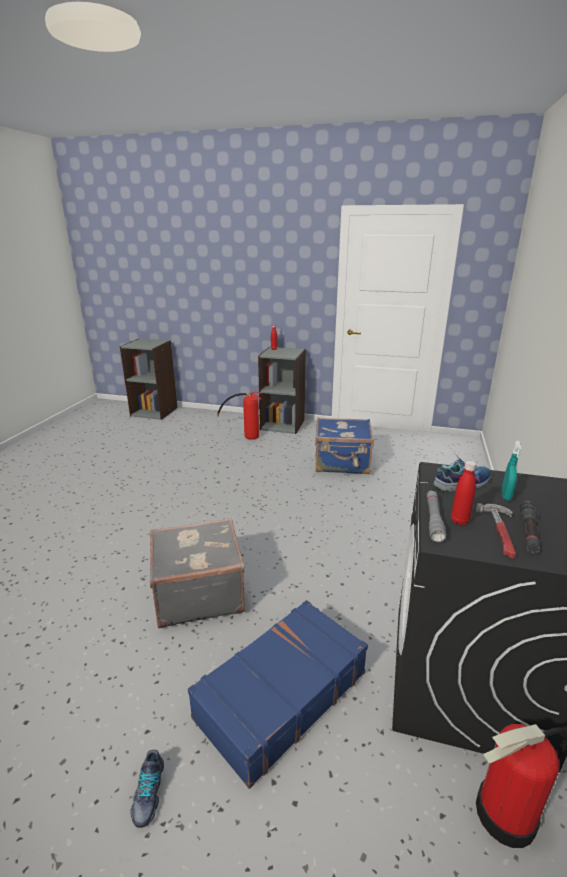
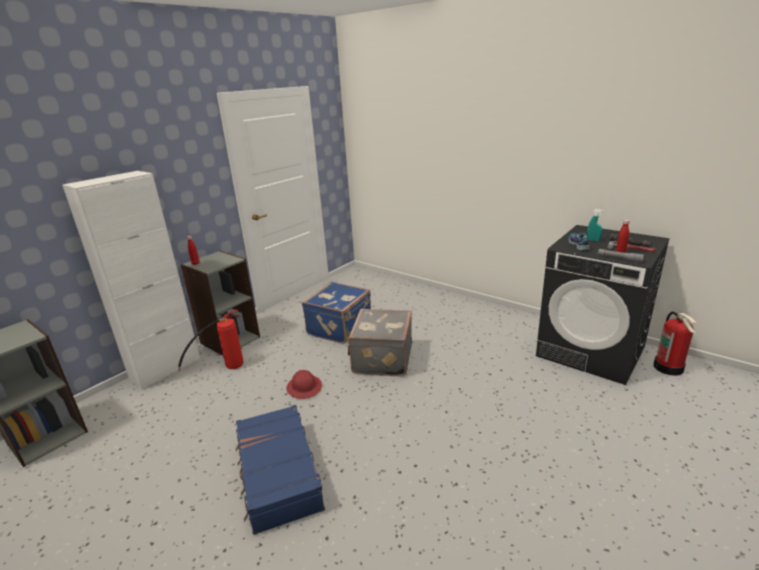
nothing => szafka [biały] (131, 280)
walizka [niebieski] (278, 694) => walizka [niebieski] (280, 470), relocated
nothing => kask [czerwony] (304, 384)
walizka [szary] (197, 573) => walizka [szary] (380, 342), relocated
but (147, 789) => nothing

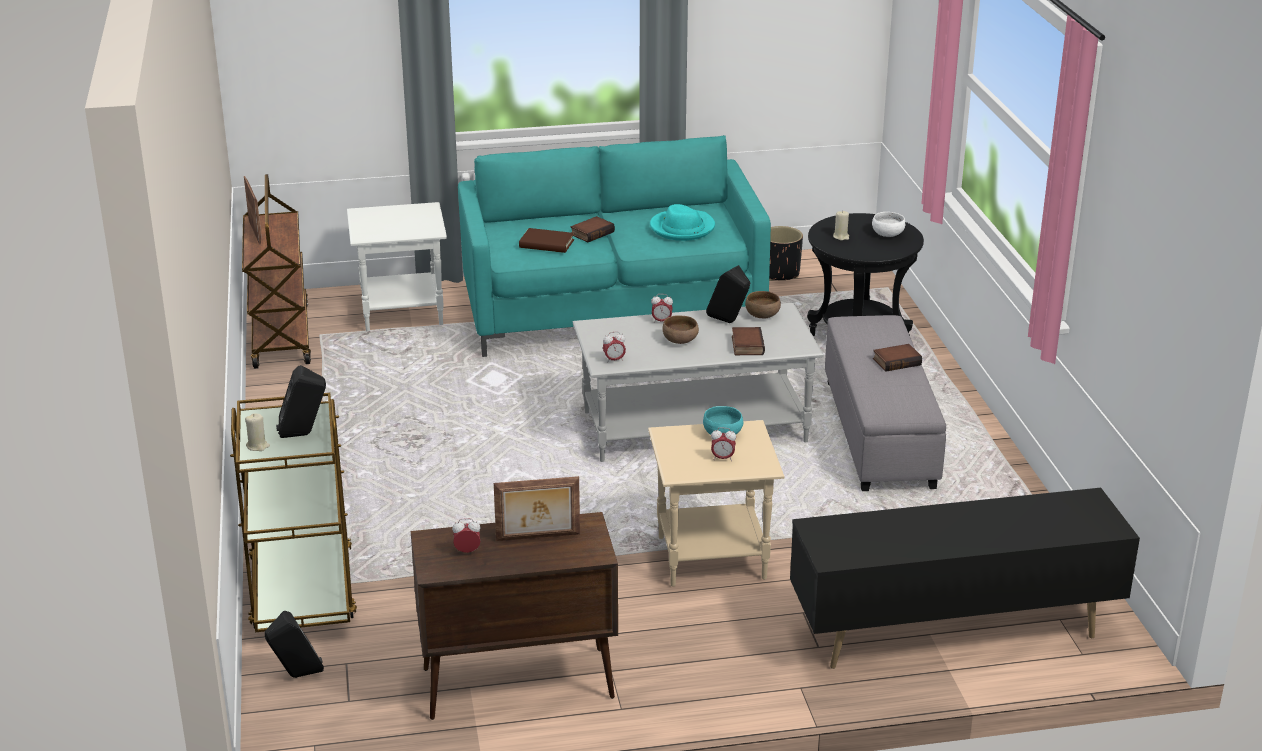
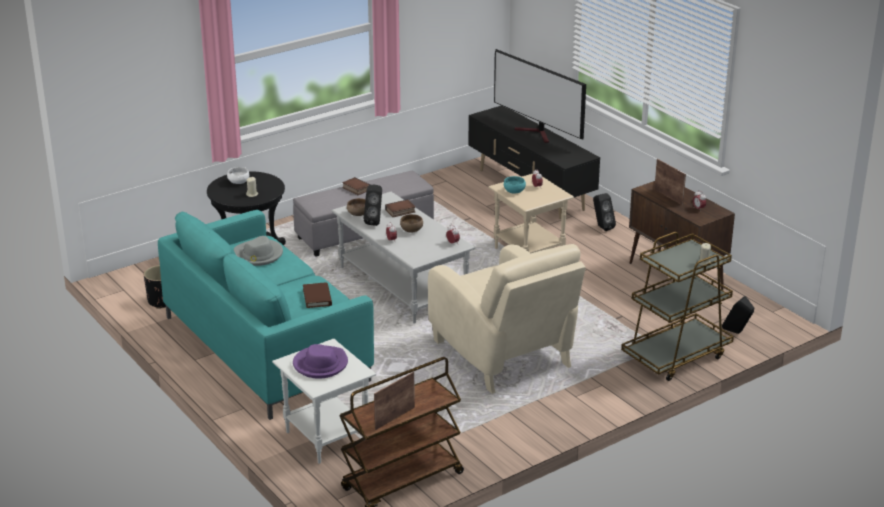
kapelusz [turkusowy] (682, 222) => kapelusz [szary] (258, 251)
nothing => kapelusz [fioletowy] (320, 361)
nothing => fotel [beżowy] (507, 319)
nothing => telewizor (540, 96)
głośnik [czarny] (301, 401) => głośnik [czarny] (604, 212), relocated
książka (592, 229) => nothing

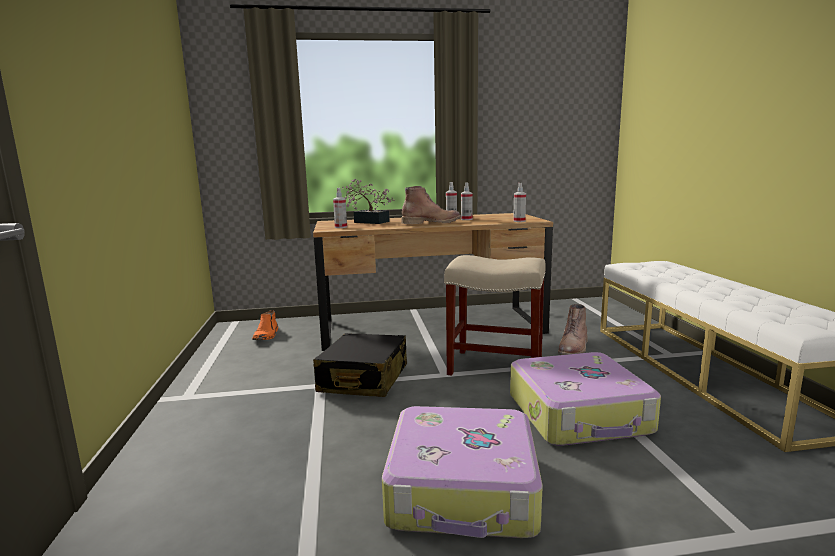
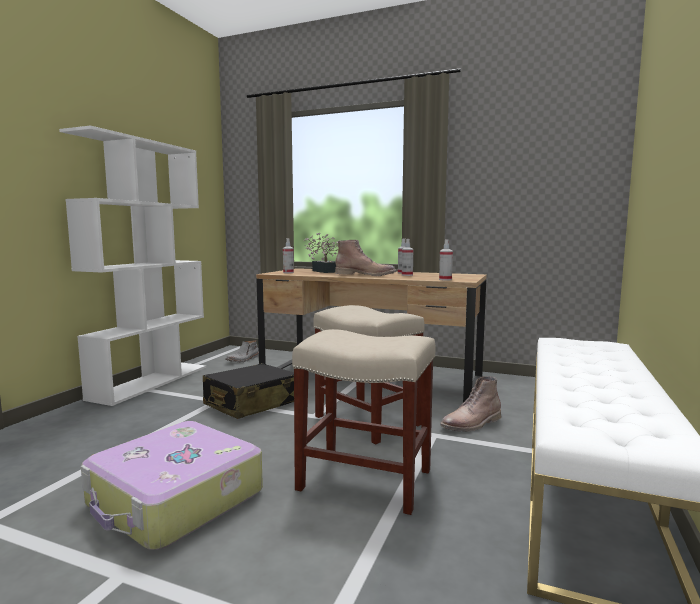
nothing => regał [biały] (132, 265)
but z cholewką [pomarańczowy] (265, 325) => but z cholewką [szary] (242, 351)
walizka (585, 399) => stołek [beżowy] (364, 422)

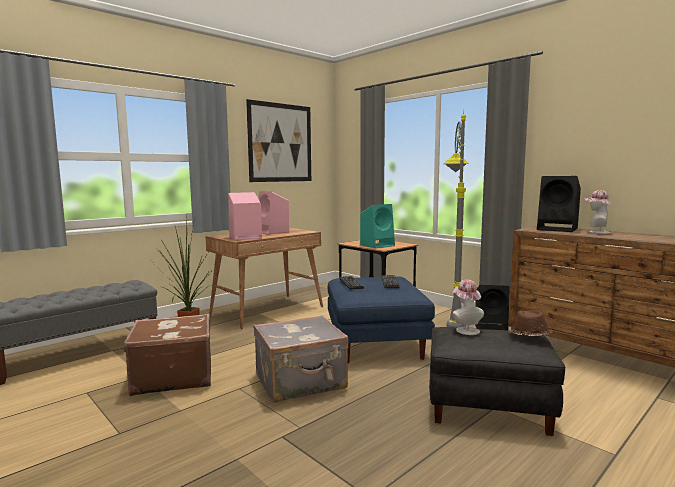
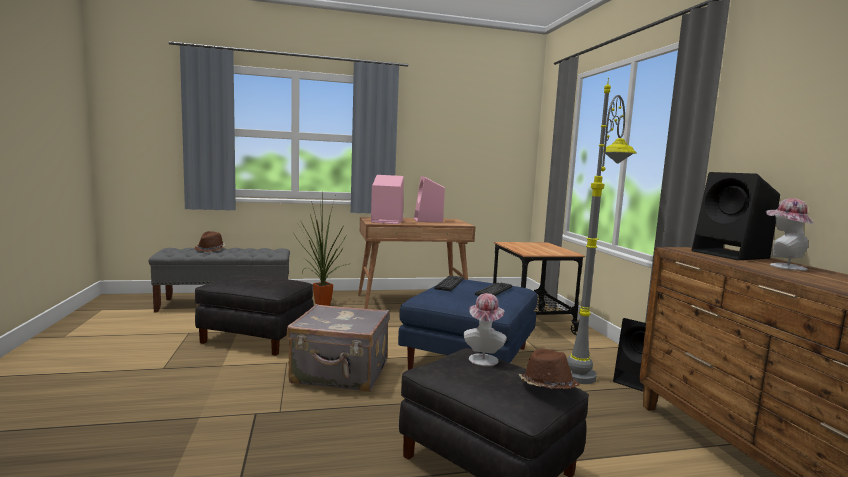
nothing => kapelusz [brązowy] (210, 241)
walizka [brązowy] (167, 355) => pufa [czarny] (254, 315)
obraz (278, 140) => nothing
głośnik [turkusowy] (377, 226) => nothing

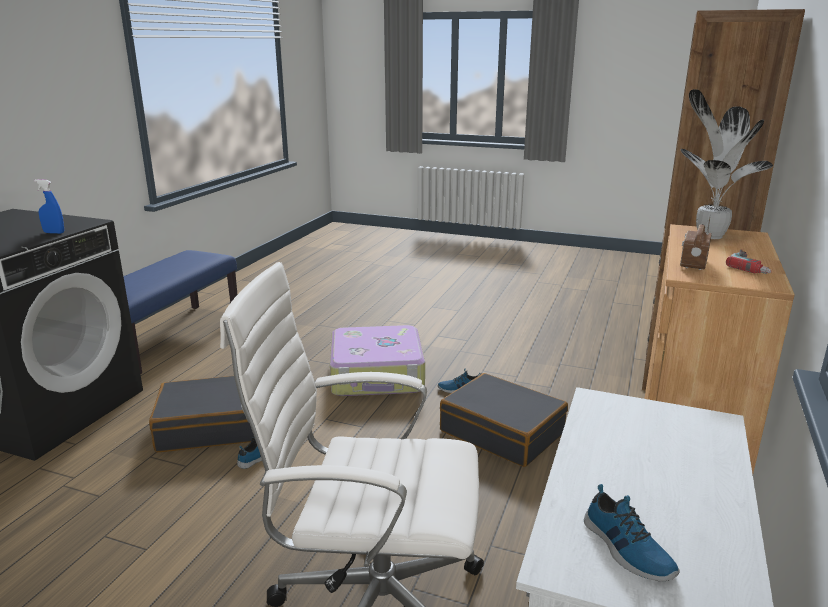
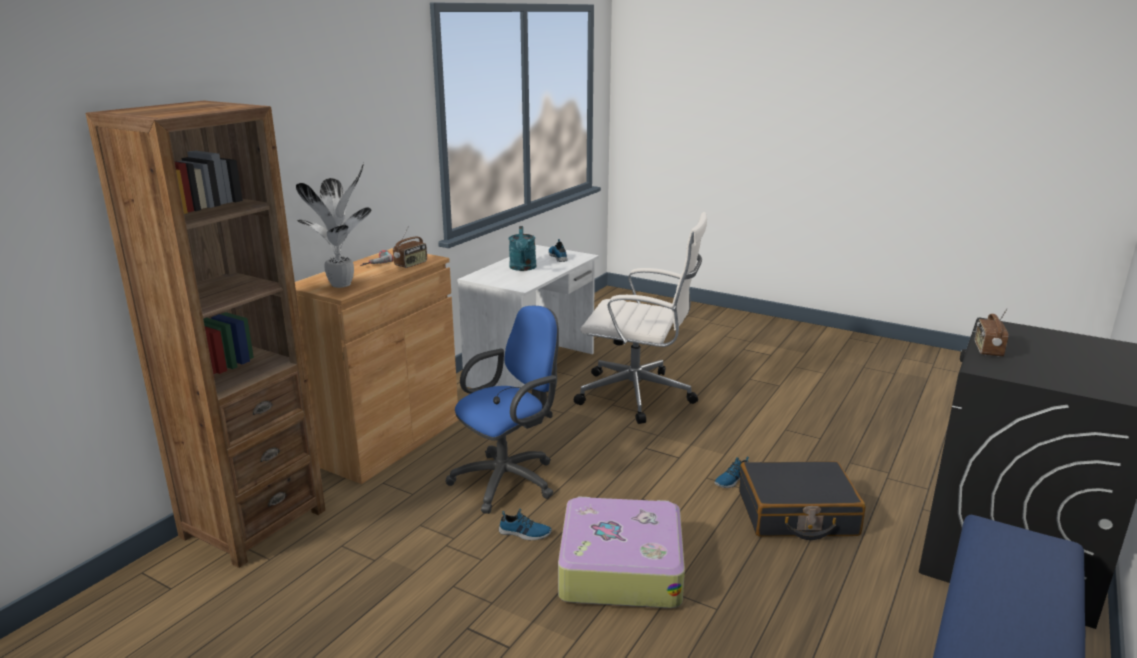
walizka [czarny] (504, 420) => krzesło biurowe [niebieski] (502, 410)
nothing => konewka [turkusowy] (522, 248)
spryskiwacz [niebieski] (49, 206) => radio (991, 332)

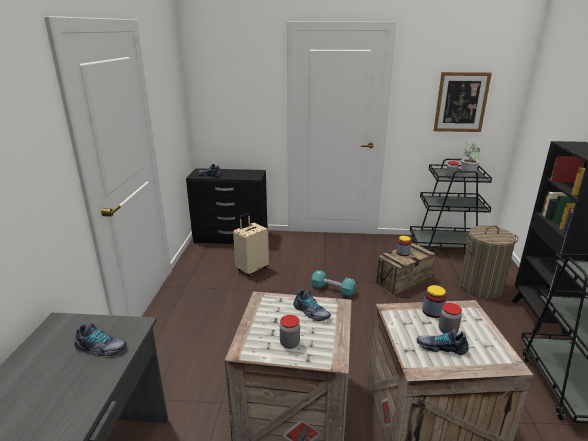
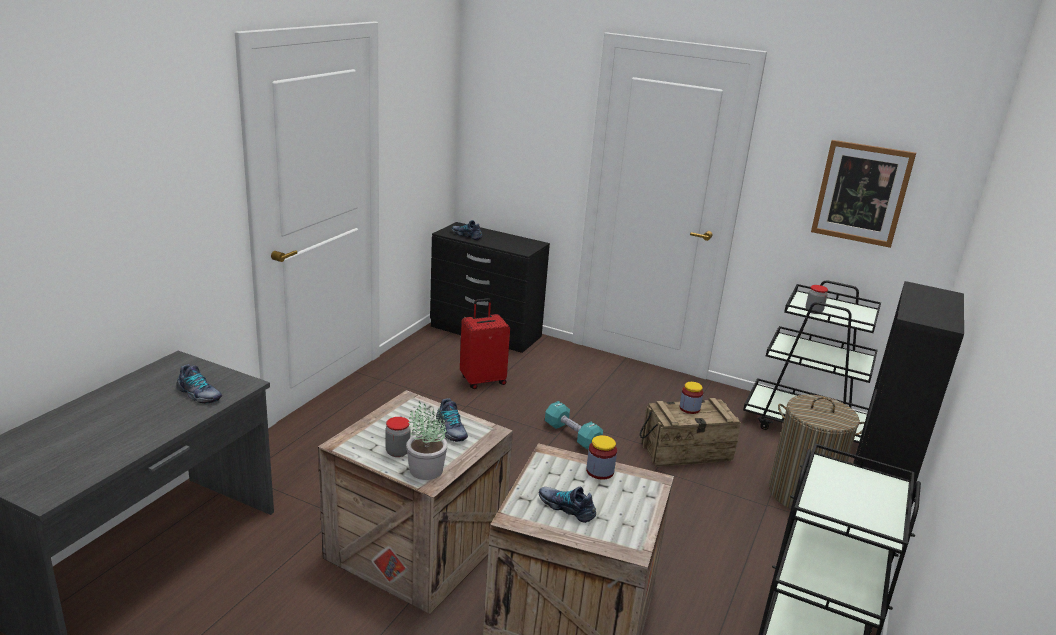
roślina doniczkowa (470, 159) => roślina doniczkowa (427, 440), relocated
walizka [beżowy] (251, 245) => walizka [czerwony] (485, 343)
słoik (450, 318) => nothing

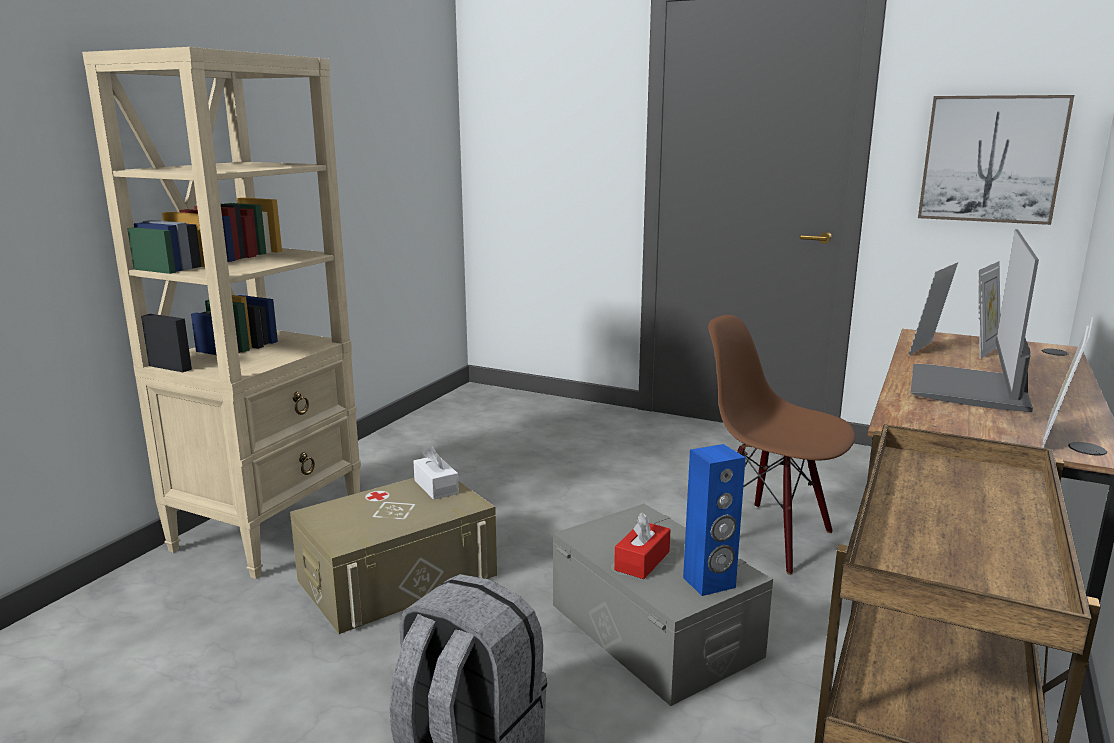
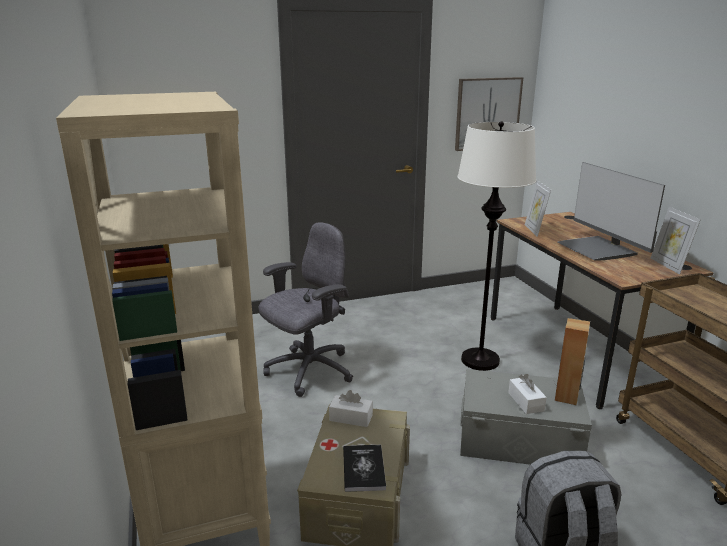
nothing => krzesło biurowe [szary] (306, 309)
nothing => książka (364, 468)
krzesło [brązowy] (781, 445) => lampa stojąca [biały] (496, 246)
pudełko chusteczek [czerwony] (642, 546) => pudełko chusteczek [biały] (527, 394)
głośnik [niebieski] (714, 520) => głośnik [brązowy] (572, 361)
ramka na zdjęcie (989, 310) => nothing

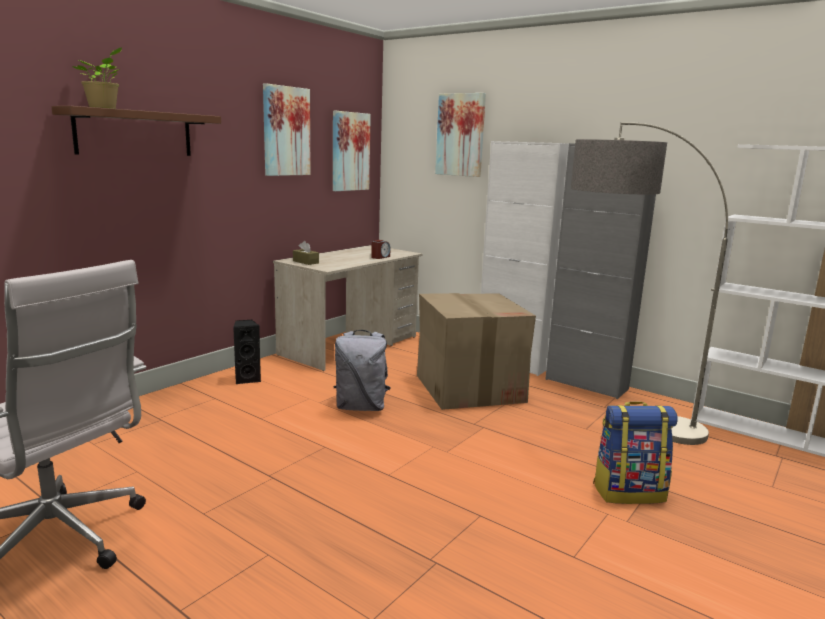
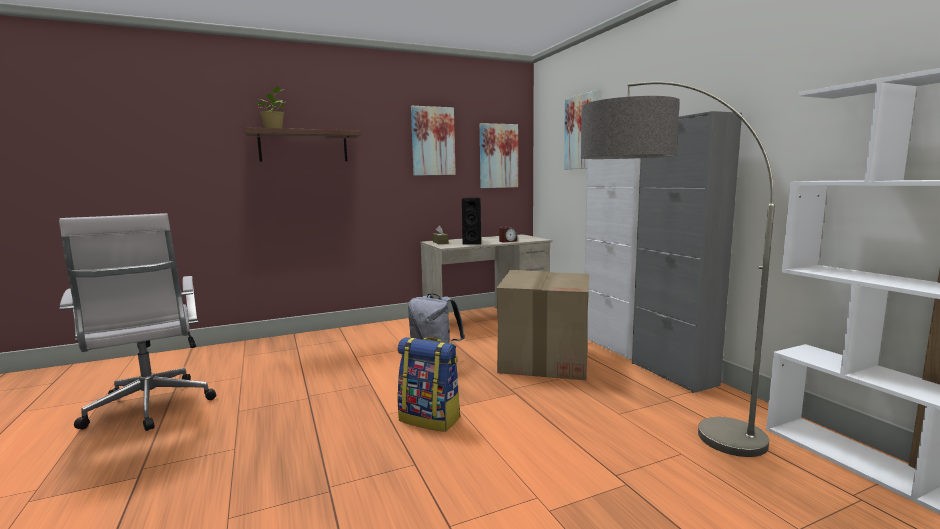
plecak (635, 452) => plecak (429, 384), relocated
głośnik [czarny] (247, 352) => głośnik [czarny] (471, 221), relocated

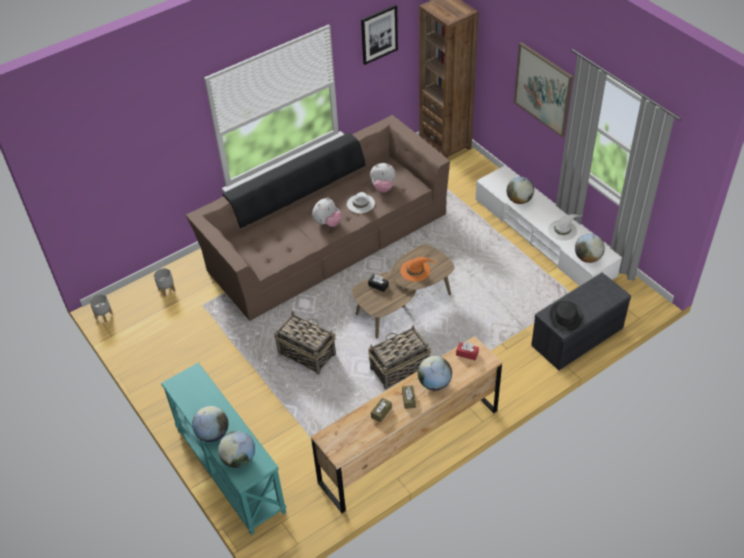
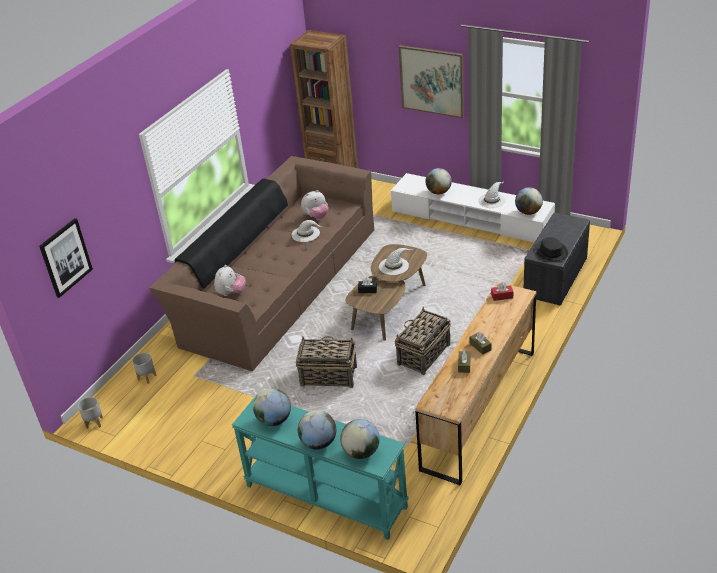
obraz (379, 35) => obraz (66, 258), relocated
pluszak (327, 212) => pluszak (230, 280), relocated
globus (435, 373) => globus (272, 407), relocated
kapelusz [pomarańczowy] (418, 269) => kapelusz [biały] (396, 261)

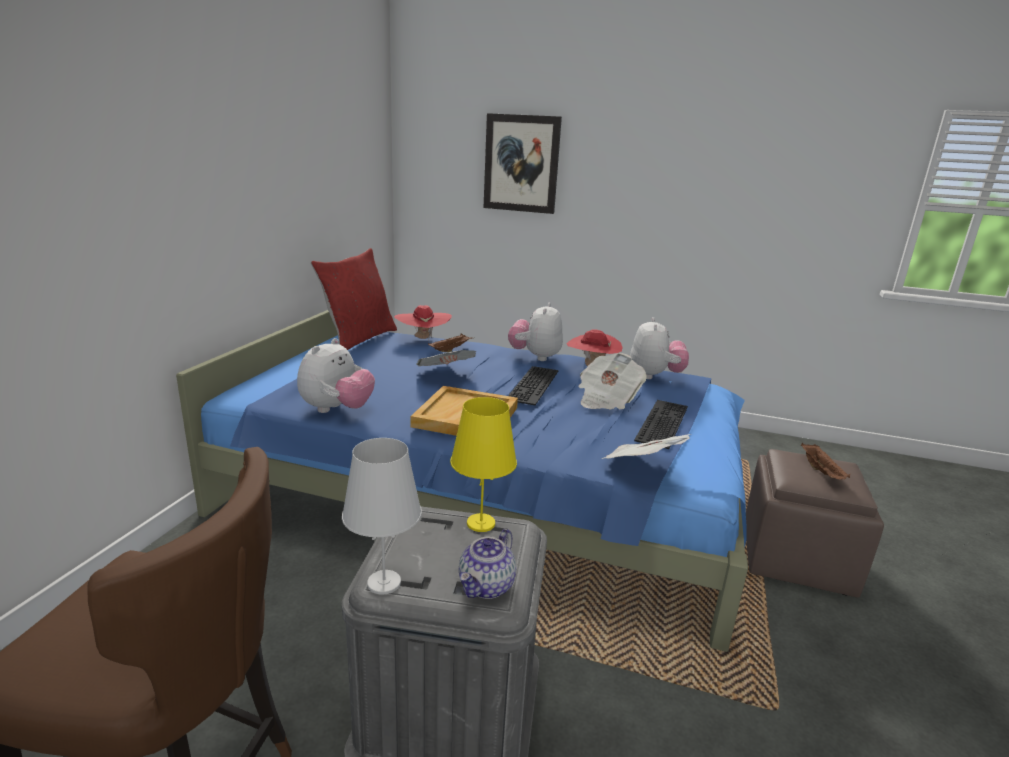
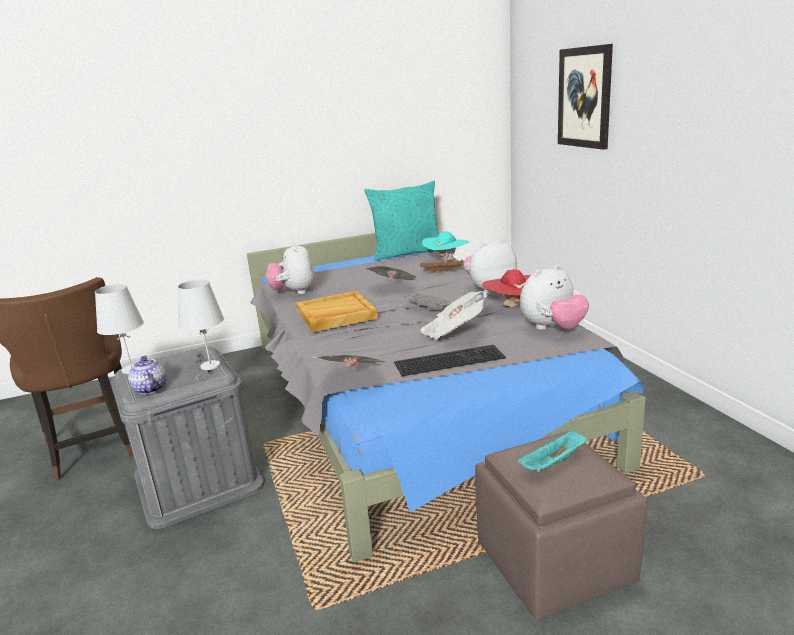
imbryk (487, 564) => imbryk (147, 375), 75 degrees clockwise
lampa stołowa [żółty] (483, 464) => lampa stołowa [biały] (201, 324)
łóżko [niebieski] (462, 481) => łóżko [szary] (446, 397)
pluszak (336, 375) => pluszak (291, 268), 90 degrees clockwise
poduszka [czerwony] (354, 299) => poduszka [turkusowy] (401, 221)
klawiatura (533, 385) => taca [szary] (428, 301)
kapelusz [czerwony] (423, 323) => kapelusz [turkusowy] (445, 246)
taca [brązowy] (825, 461) => taca [turkusowy] (552, 451)

